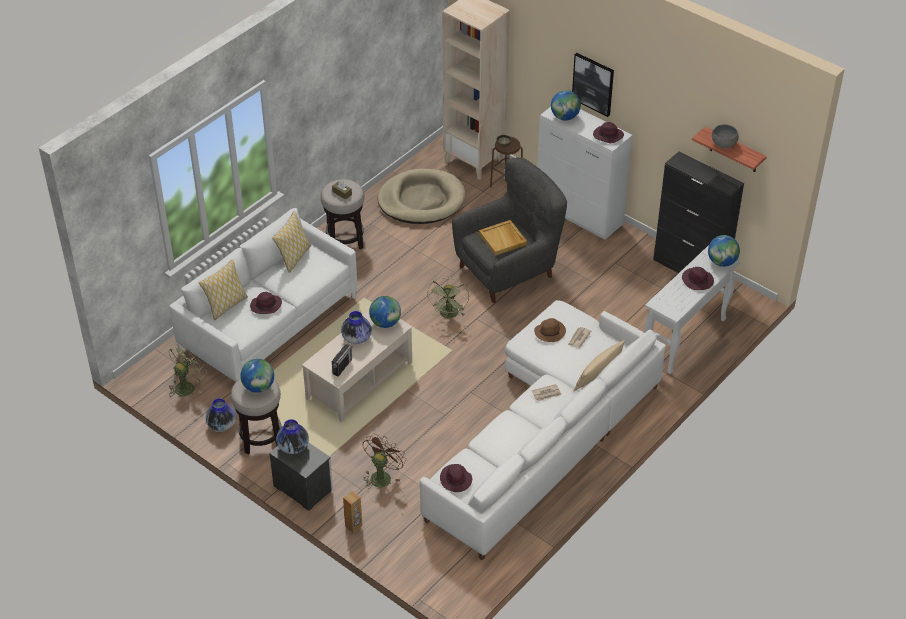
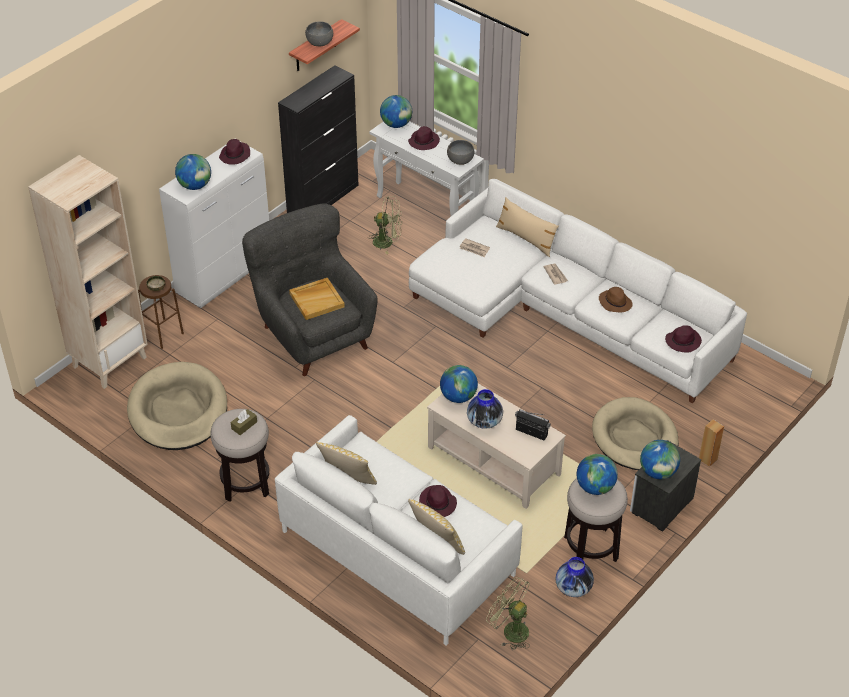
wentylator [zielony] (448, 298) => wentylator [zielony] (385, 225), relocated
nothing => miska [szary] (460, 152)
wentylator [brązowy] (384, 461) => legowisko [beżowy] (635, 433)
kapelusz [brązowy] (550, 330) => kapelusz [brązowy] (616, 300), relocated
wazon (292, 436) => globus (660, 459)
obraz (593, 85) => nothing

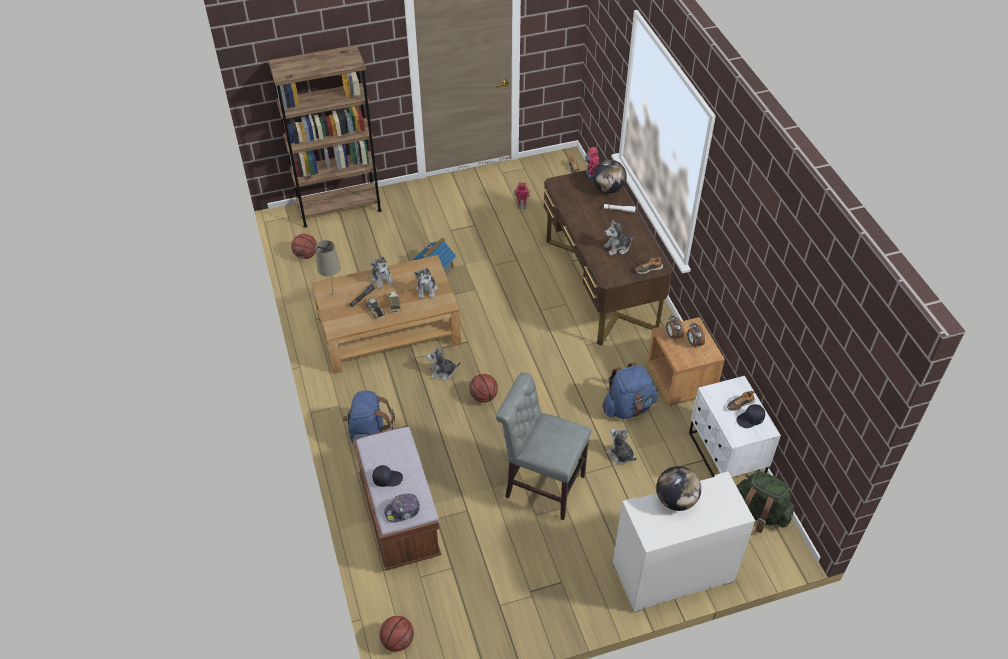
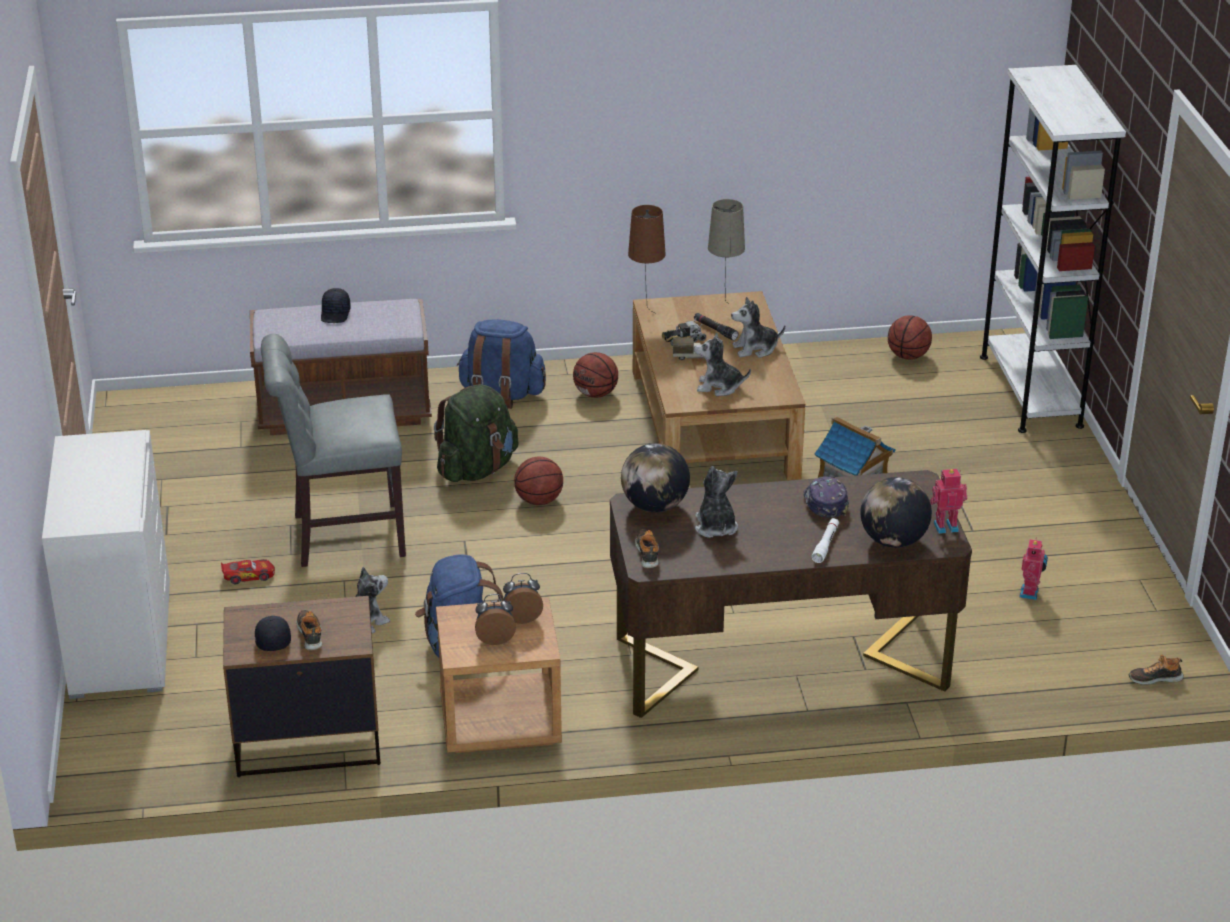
nothing => samochodzik (248, 571)
szafka nocna [biały] (735, 426) => szafka nocna [brązowy] (302, 686)
krzesło [szary] (543, 446) => krzesło [szary] (333, 450), 135 degrees counterclockwise
plecak [zielony] (765, 502) => plecak [zielony] (476, 433), relocated
piłka do koszykówki (396, 634) => piłka do koszykówki (595, 375), relocated
globus (678, 488) => globus (655, 477), relocated
nothing => lampa stołowa [brązowy] (647, 259)
czapka z daszkiem (402, 508) => czapka z daszkiem (826, 497), relocated
regał [brązowy] (325, 136) => regał [biały] (1053, 249)
pluszak (443, 362) => nothing

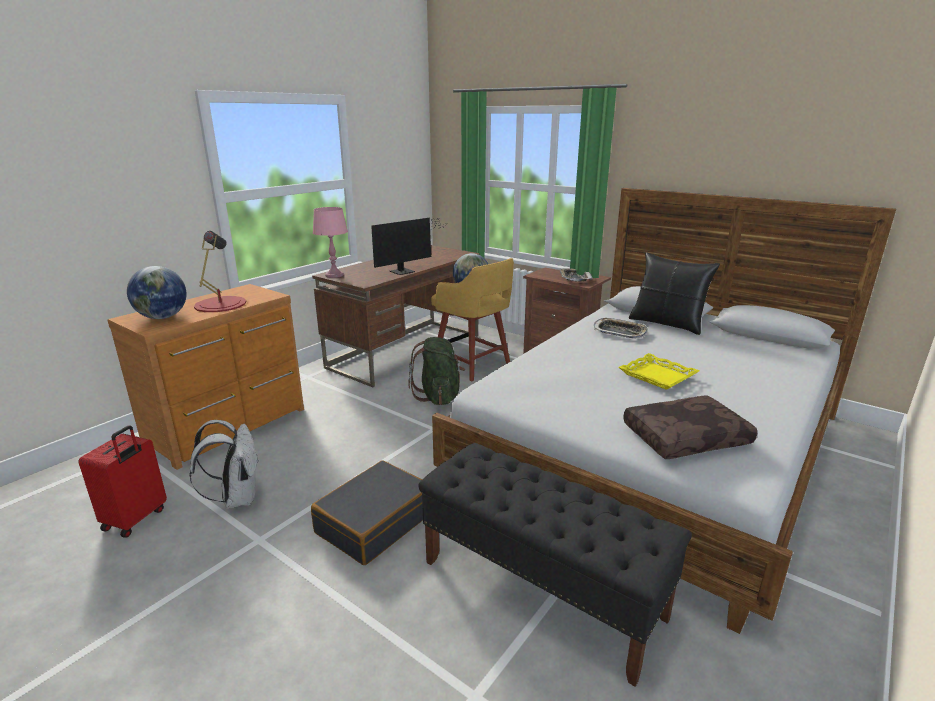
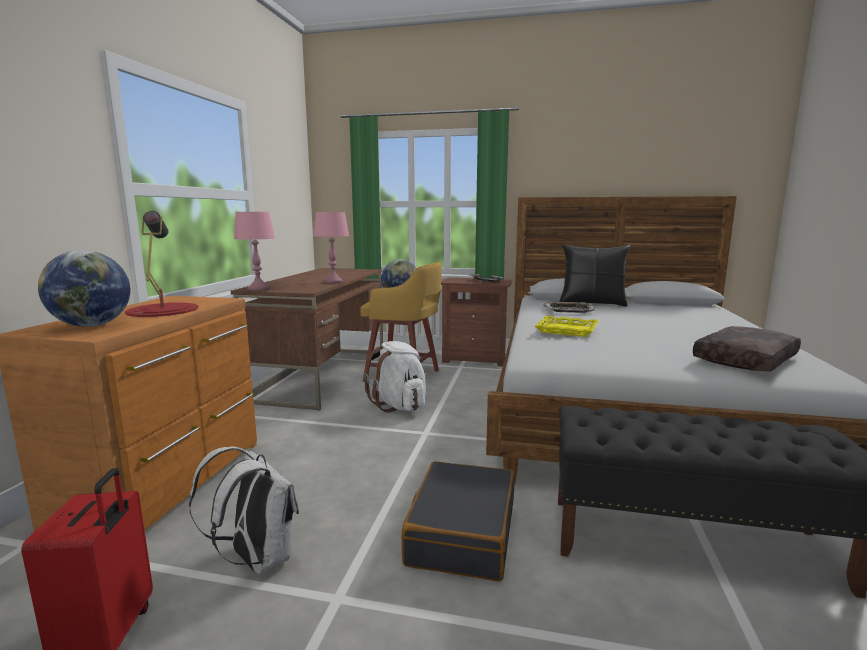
monitor (408, 246) => lampa stołowa [różowy] (331, 247)
plecak [zielony] (436, 371) => plecak [biały] (395, 377)
taca [żółty] (659, 371) => taca [żółty] (566, 326), relocated

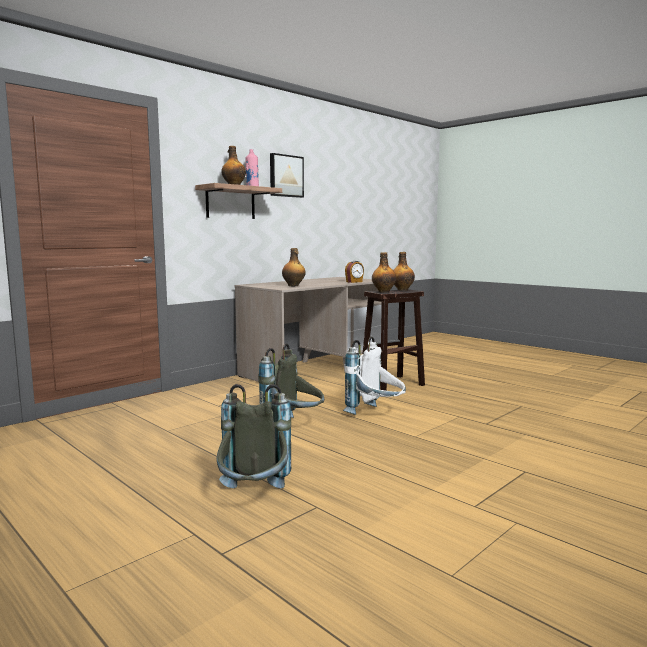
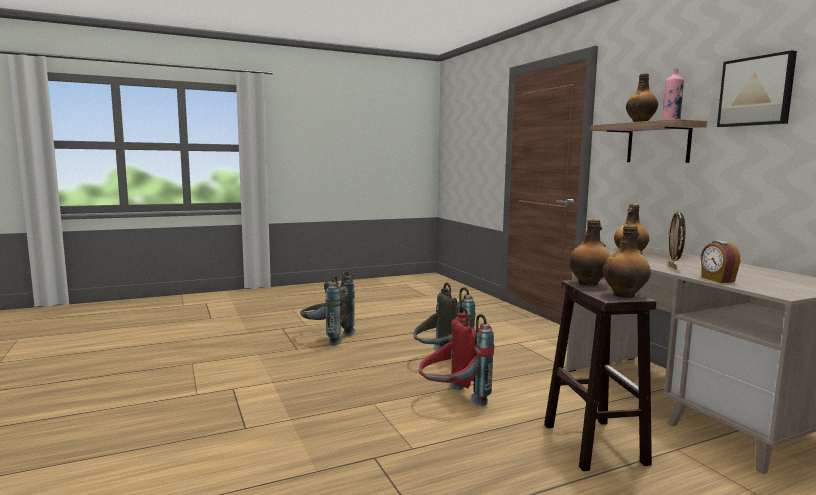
plecak [biały] (374, 376) => plecak [czerwony] (456, 356)
nothing => ramka na zdjęcie (677, 240)

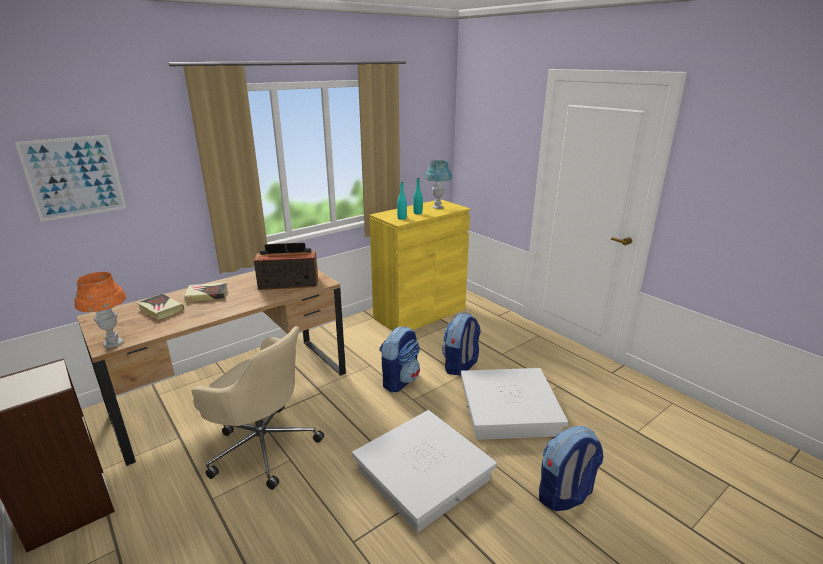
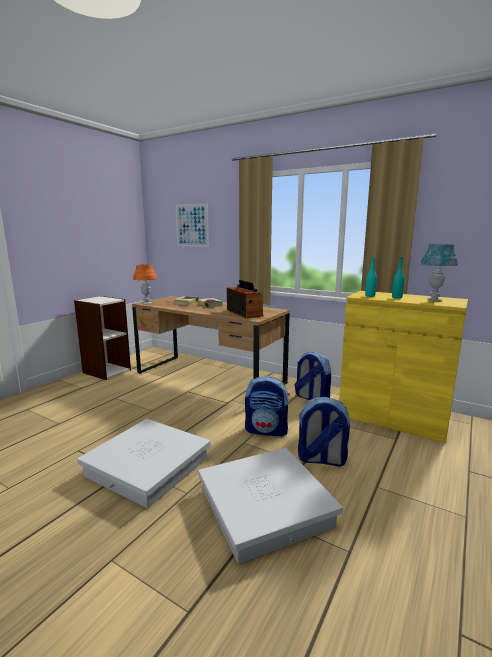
plecak (571, 468) => plecak (313, 376), relocated
krzesło biurowe [beżowy] (258, 408) => nothing

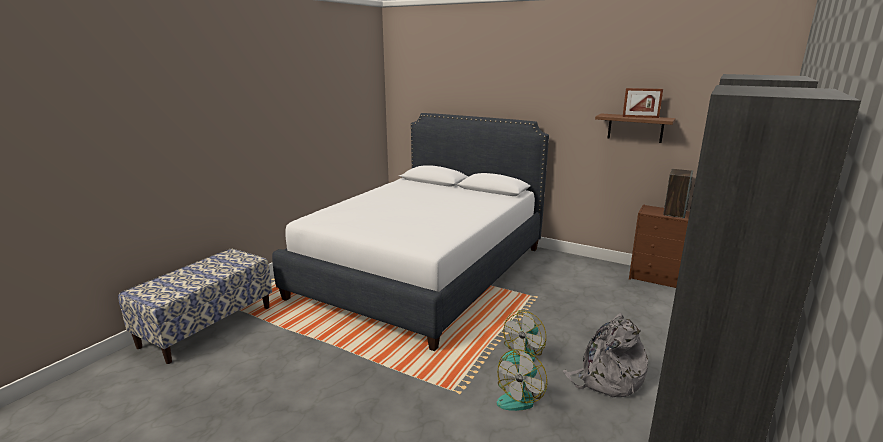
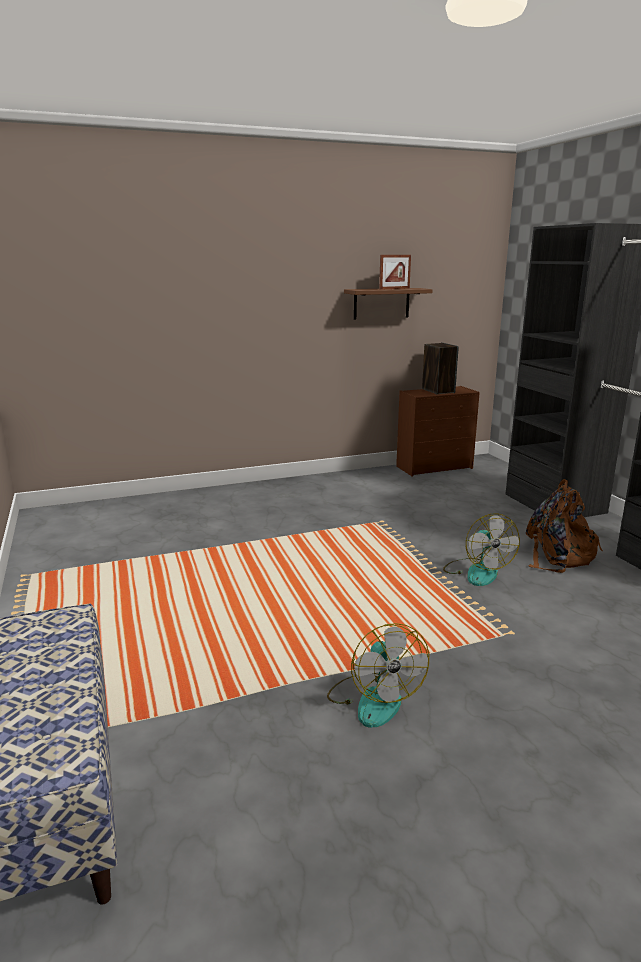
wentylator (522, 380) => wentylator (378, 675), relocated
plecak [szary] (605, 355) => plecak [brązowy] (564, 526)
łóżko [biały] (410, 232) => nothing

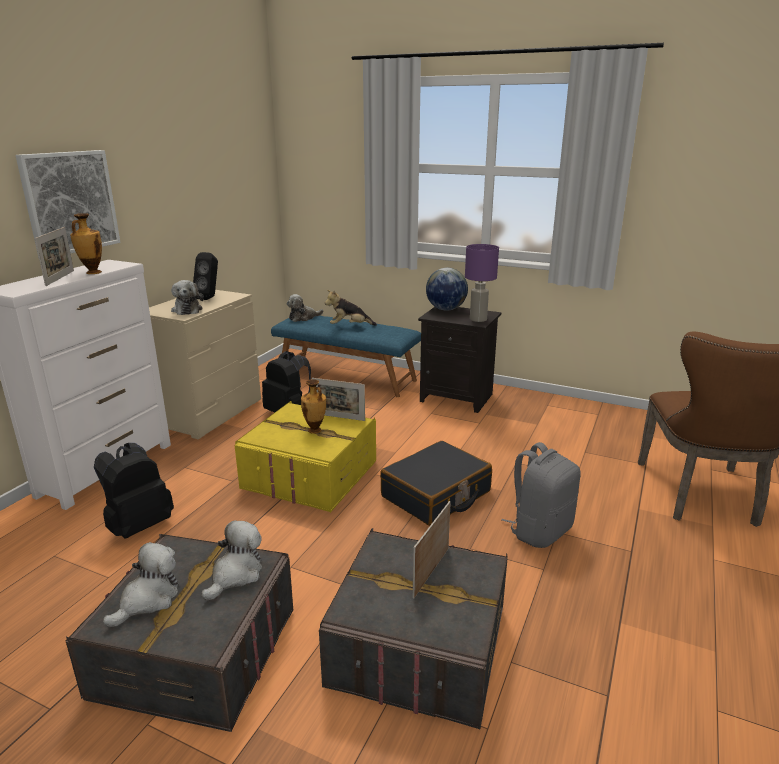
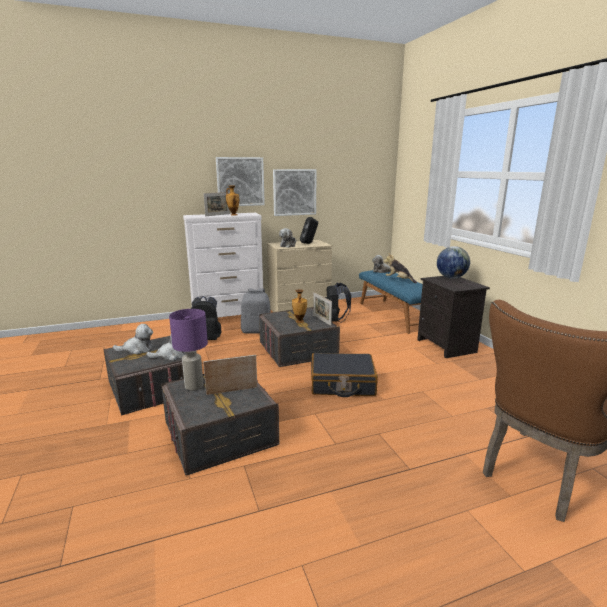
lampa stołowa [fioletowy] (482, 283) => lampa stołowa [fioletowy] (188, 350), relocated
plecak [szary] (541, 495) => plecak [szary] (256, 311), relocated
pojemnik do przechowywania [żółty] (305, 456) => pojemnik do przechowywania [szary] (299, 337)
nothing => obraz (295, 192)

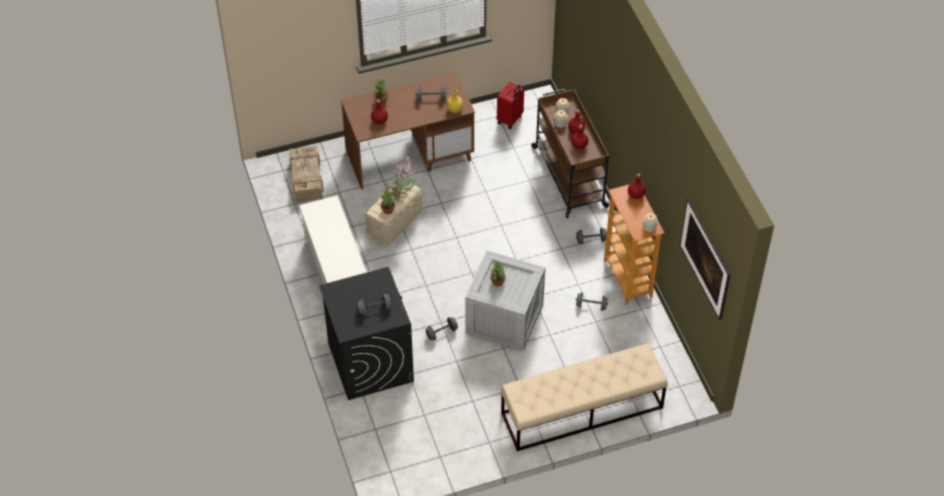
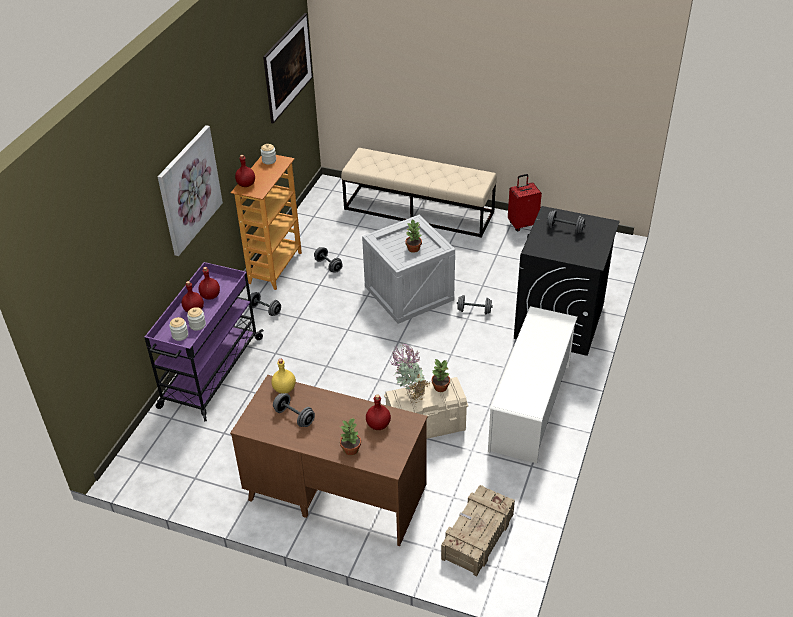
wózek [brązowy] (570, 153) => wózek [fioletowy] (204, 342)
nothing => obraz (190, 190)
walizka [czerwony] (510, 105) => walizka [czerwony] (525, 202), relocated

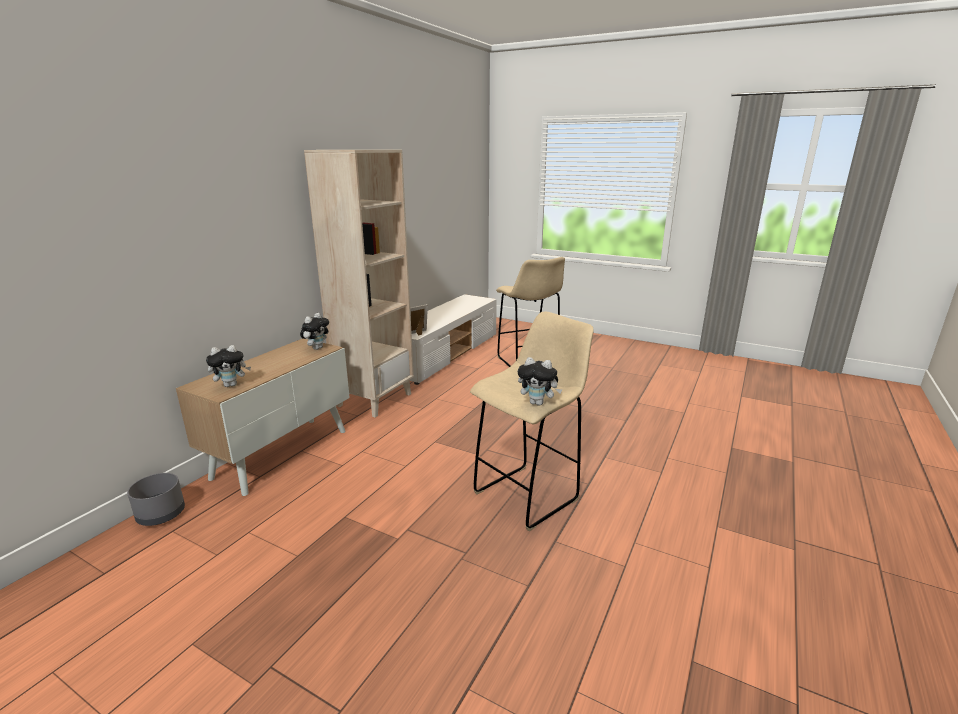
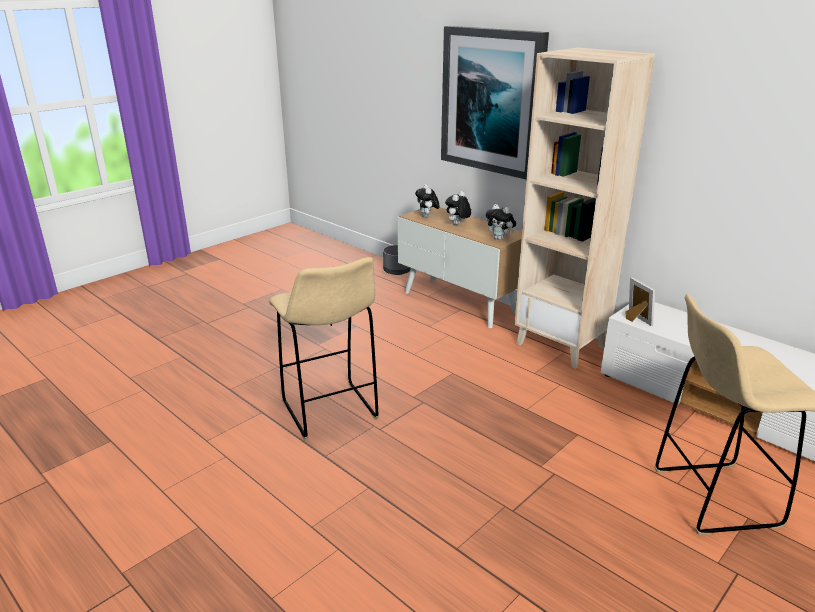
nothing => obraz (495, 102)
pluszak (540, 381) => pluszak (458, 208), relocated

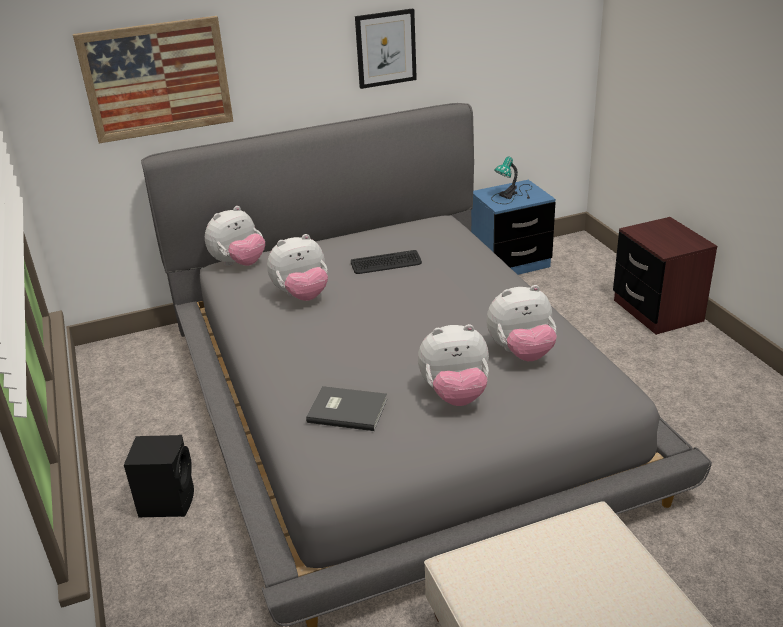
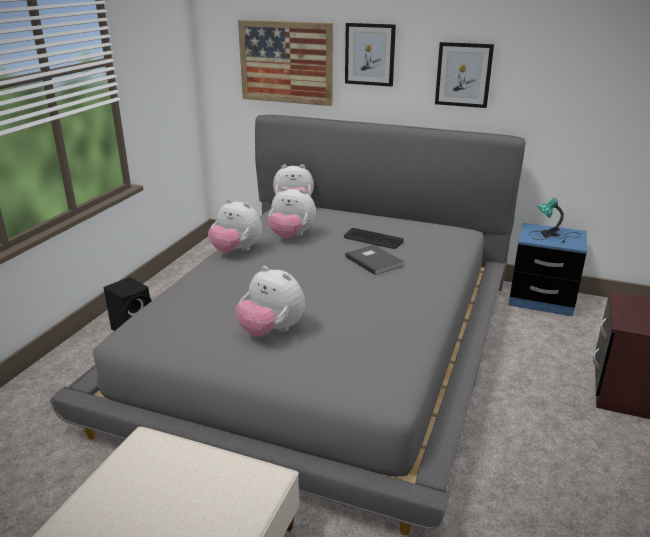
pluszak (521, 323) => pluszak (235, 226), relocated
nothing => obraz (370, 55)
książka [szary] (346, 408) => książka [szary] (374, 260), relocated

